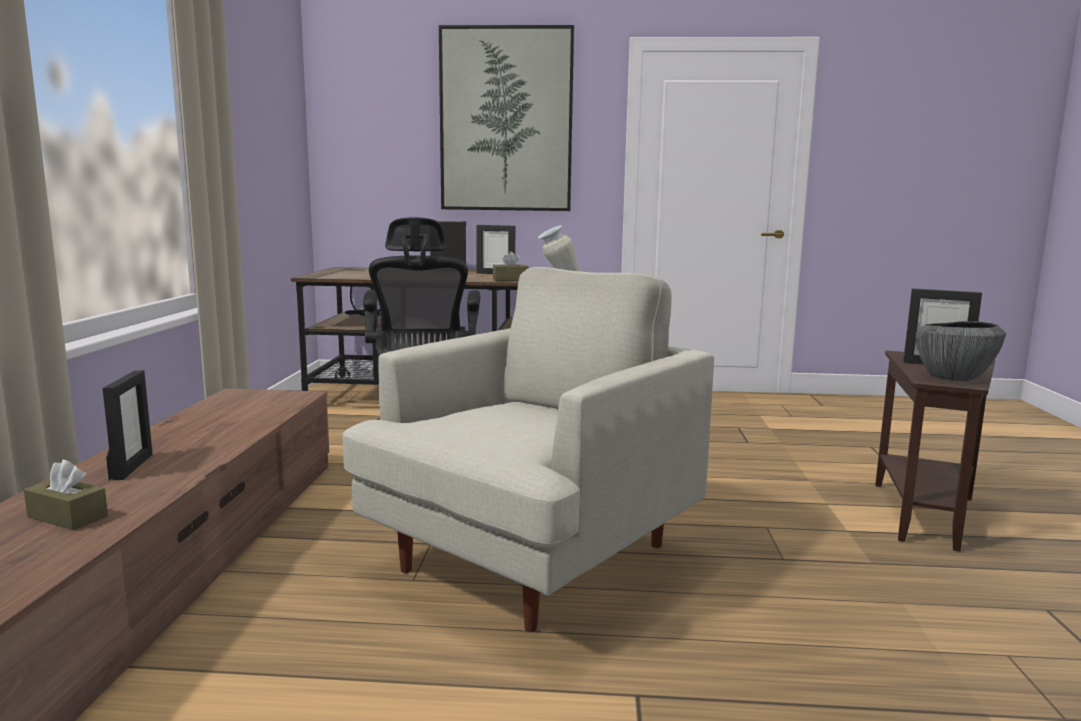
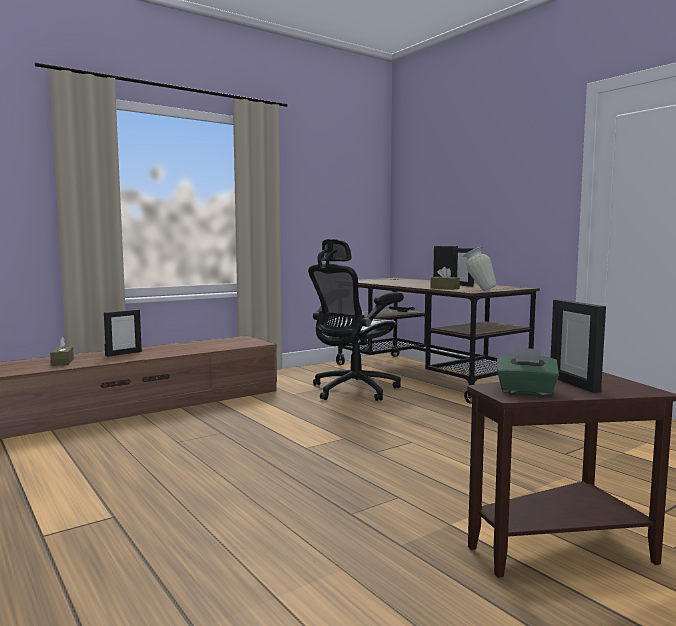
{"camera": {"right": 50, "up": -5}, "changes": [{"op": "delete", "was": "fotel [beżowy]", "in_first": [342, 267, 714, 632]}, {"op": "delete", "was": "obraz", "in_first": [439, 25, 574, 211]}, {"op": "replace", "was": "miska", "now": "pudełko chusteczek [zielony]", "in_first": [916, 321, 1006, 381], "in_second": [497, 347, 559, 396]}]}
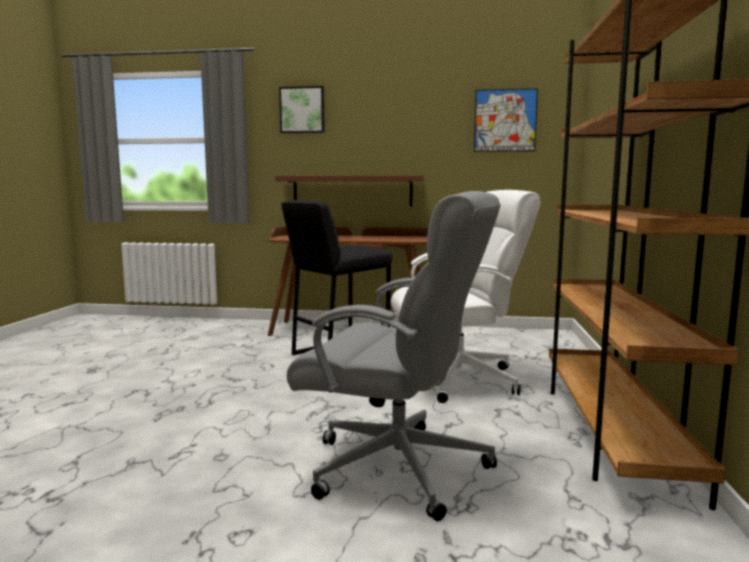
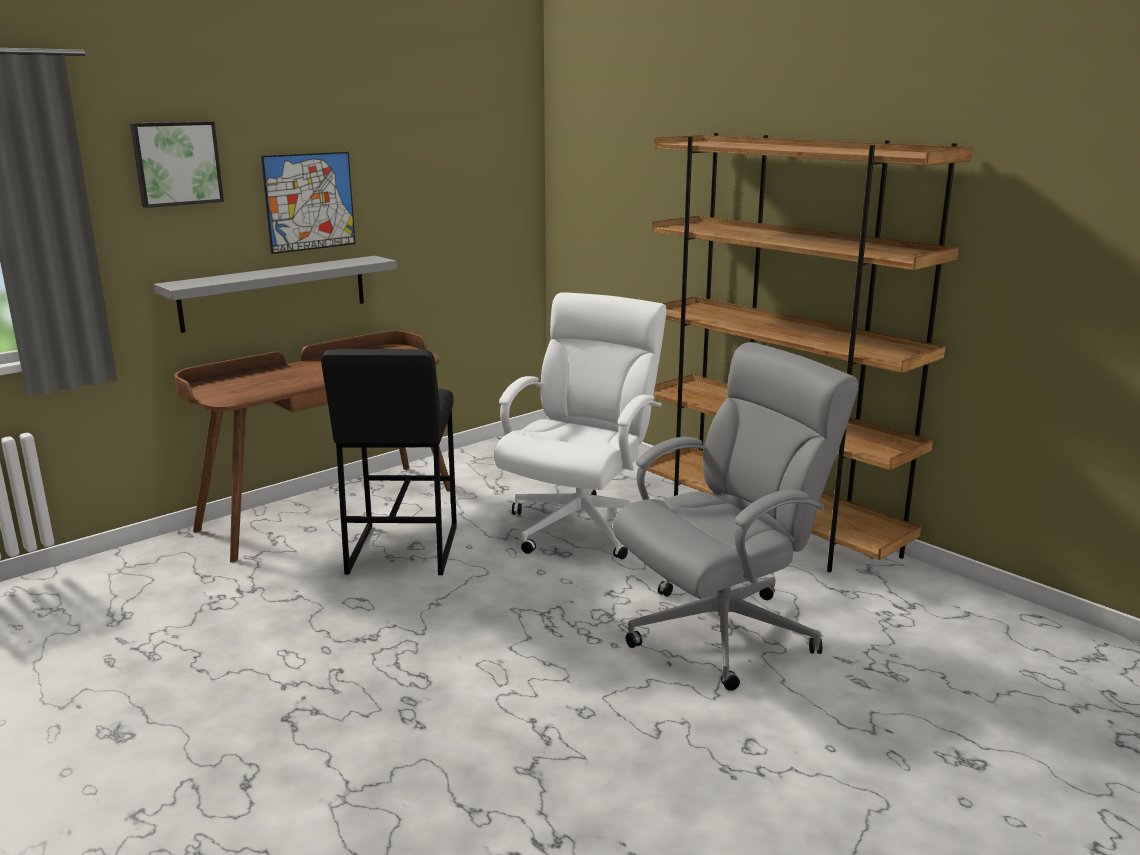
{"camera": {"right": -50, "up": 10}, "changes": [{"op": "move", "was": "obraz", "in_first": [474, 88, 538, 152], "in_second": [261, 152, 356, 254]}, {"op": "recolor", "was": "półka [brązowy]", "now": "półka [szary]", "in_first": [275, 175, 424, 207], "in_second": [154, 256, 397, 333]}]}
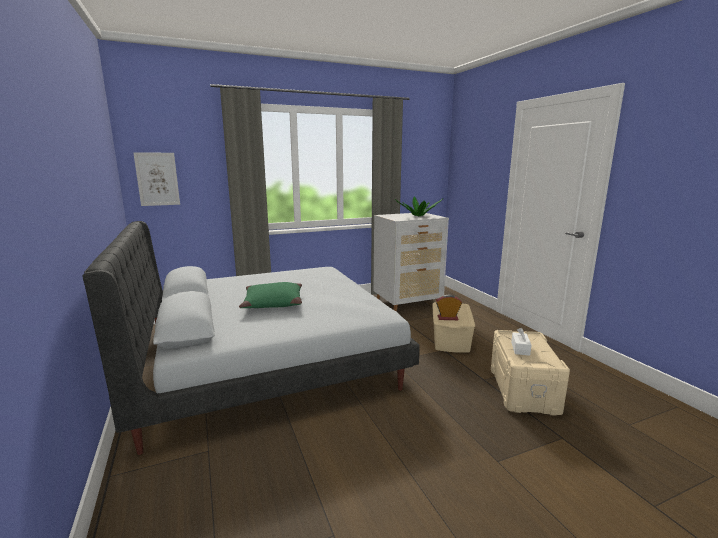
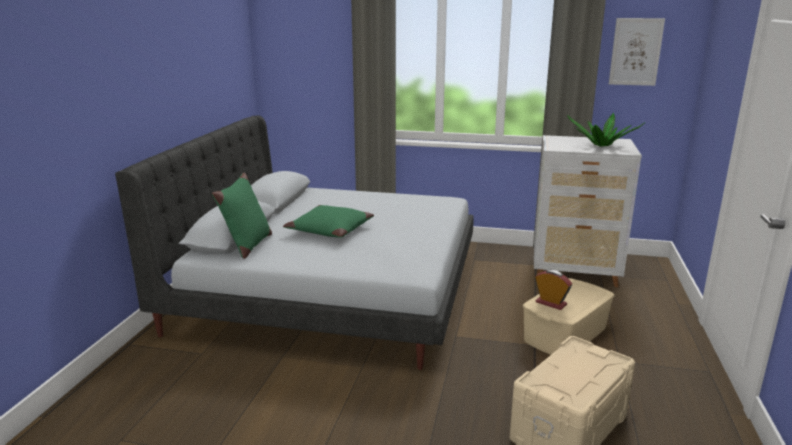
{"camera": {"right": 35, "up": 5}, "changes": [{"op": "delete", "was": "pudełko chusteczek [biały]", "in_first": [511, 328, 532, 356]}, {"op": "insert", "now": "poduszka [zielony]", "in_second": [212, 173, 272, 259]}, {"op": "move", "was": "obraz", "in_first": [133, 152, 180, 206], "in_second": [609, 18, 665, 86]}]}
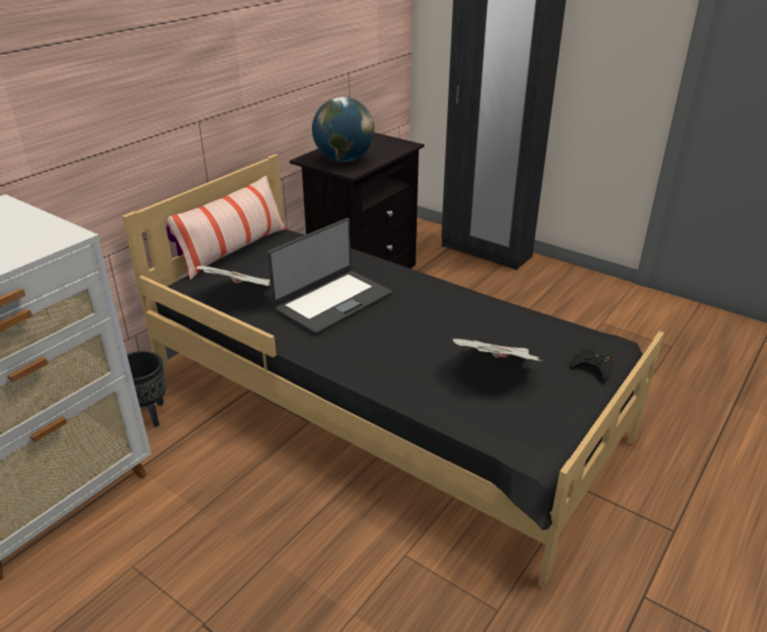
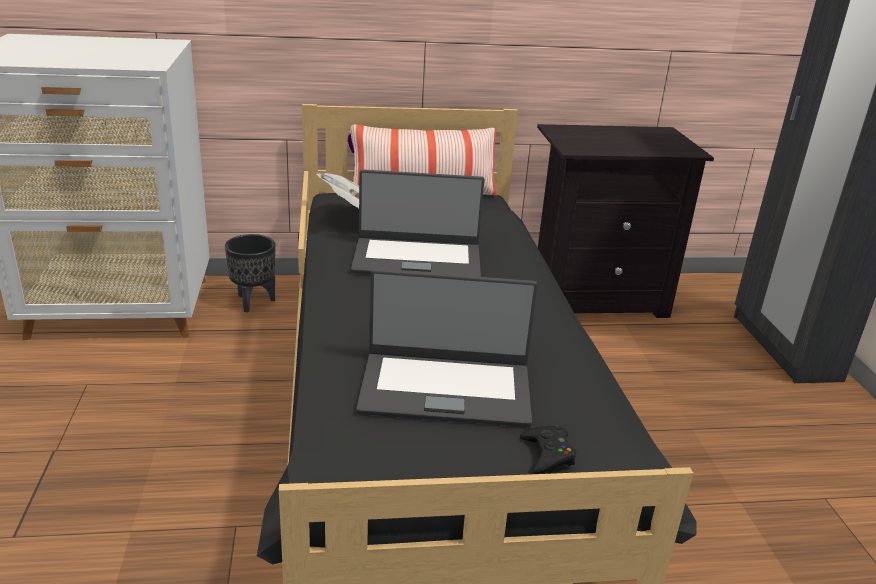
{"camera": {"right": 45, "up": -5}, "changes": [{"op": "delete", "was": "globus", "in_first": [312, 97, 375, 162]}, {"op": "replace", "was": "gazeta", "now": "laptop", "in_first": [452, 339, 542, 361], "in_second": [356, 269, 538, 427]}]}
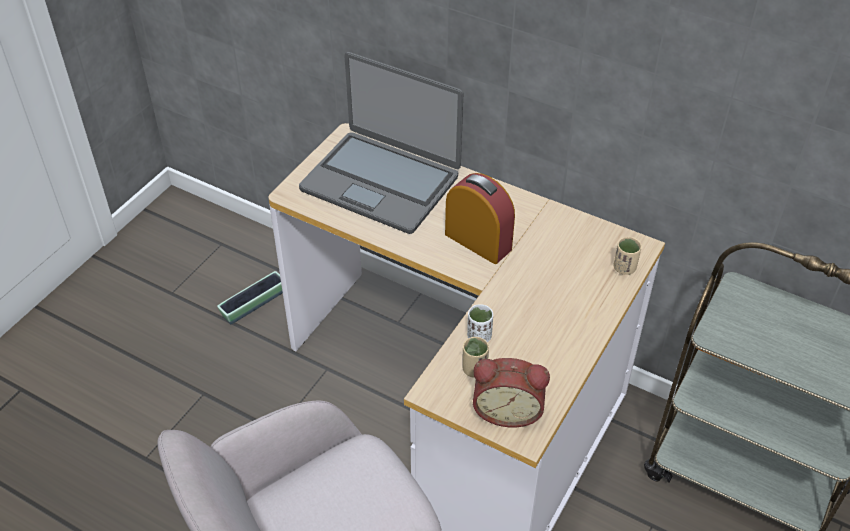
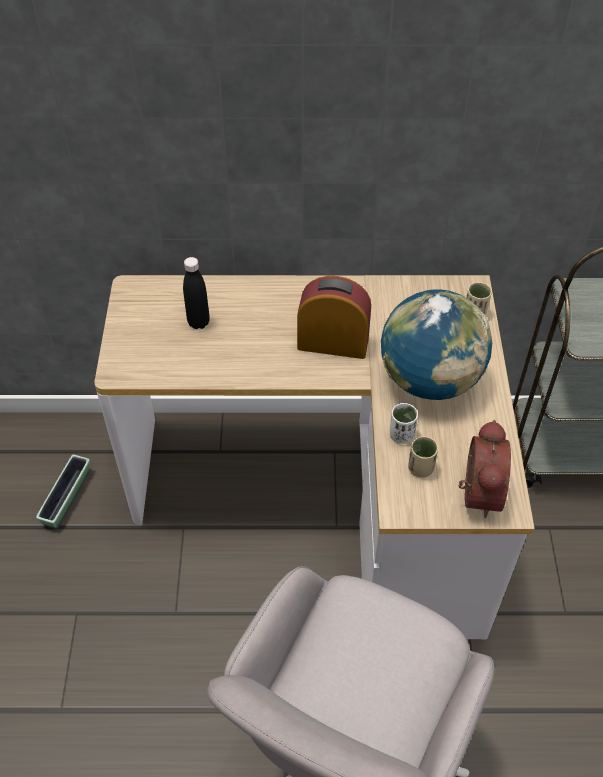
{"camera": {"right": -30, "up": 5}, "changes": [{"op": "insert", "now": "globus", "in_second": [381, 289, 492, 400]}, {"op": "replace", "was": "laptop", "now": "butelka [czarny]", "in_first": [299, 52, 463, 234], "in_second": [183, 257, 210, 329]}, {"op": "rotate", "was": "budzik", "in_first": [473, 358, 550, 427], "in_second": [458, 420, 511, 518], "clockwise": -60}]}
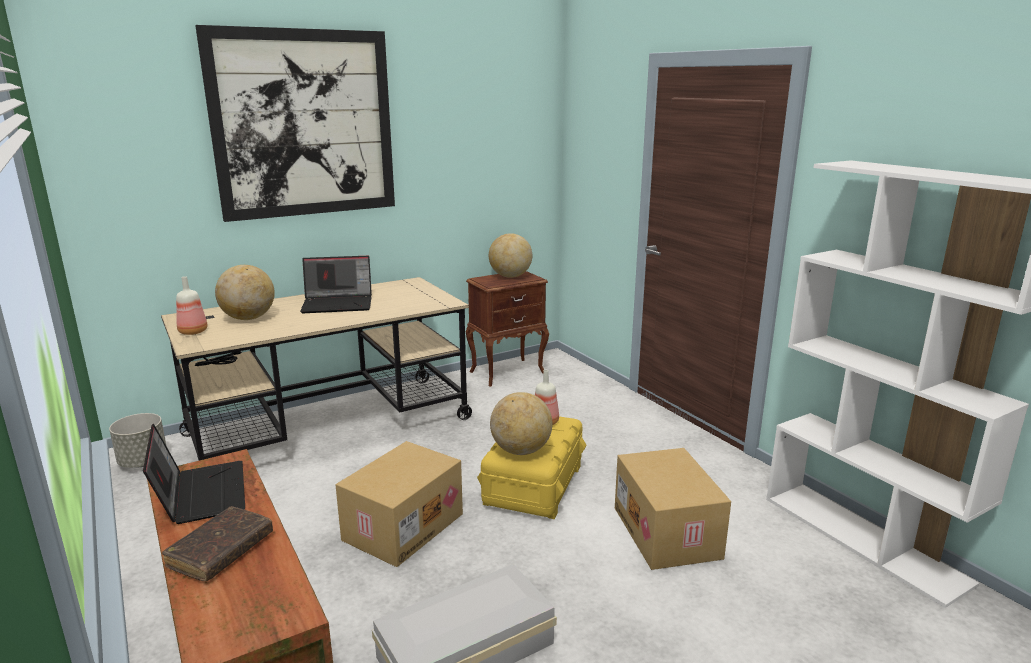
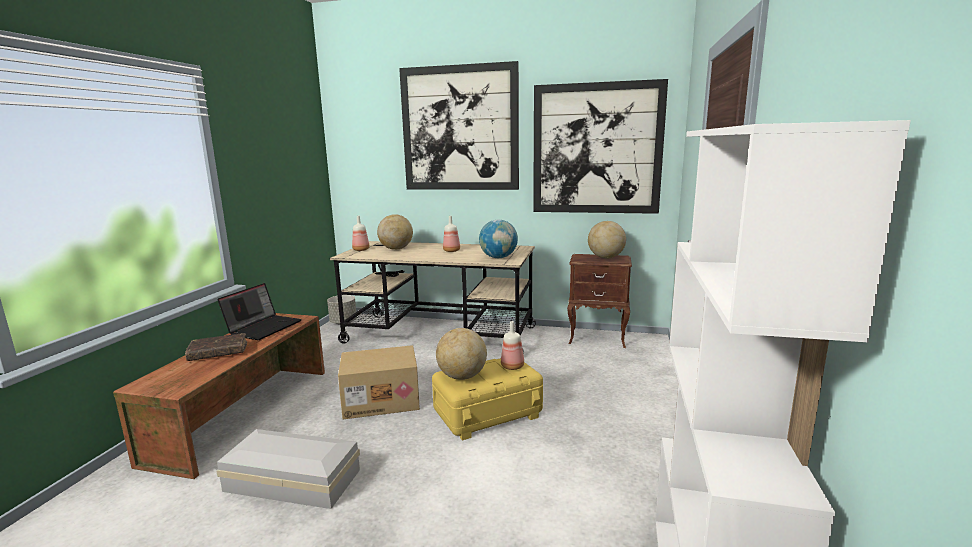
{"camera": {"right": 45, "up": -5}, "changes": [{"op": "delete", "was": "karton", "in_first": [615, 448, 731, 570]}, {"op": "insert", "now": "globus", "in_second": [479, 220, 518, 258]}, {"op": "insert", "now": "obraz", "in_second": [533, 79, 668, 214]}, {"op": "replace", "was": "laptop", "now": "butelka", "in_first": [300, 256, 372, 313], "in_second": [443, 216, 460, 252]}]}
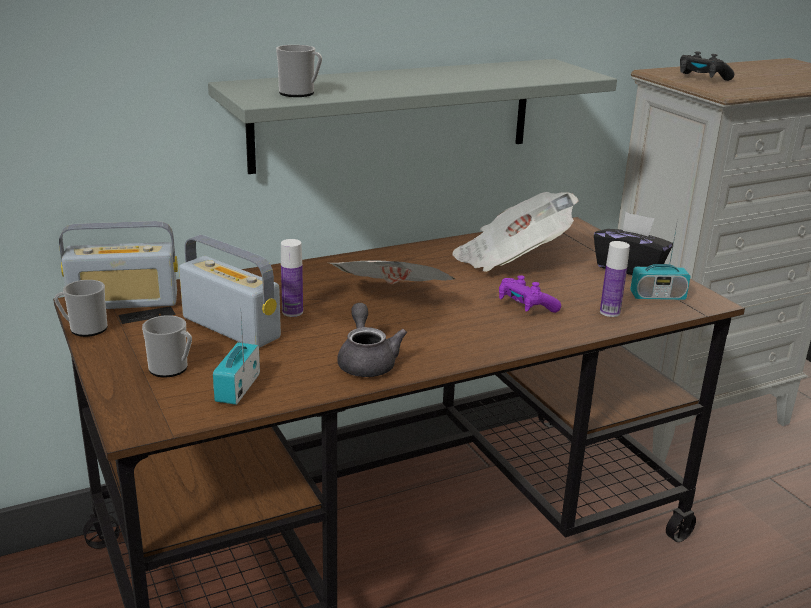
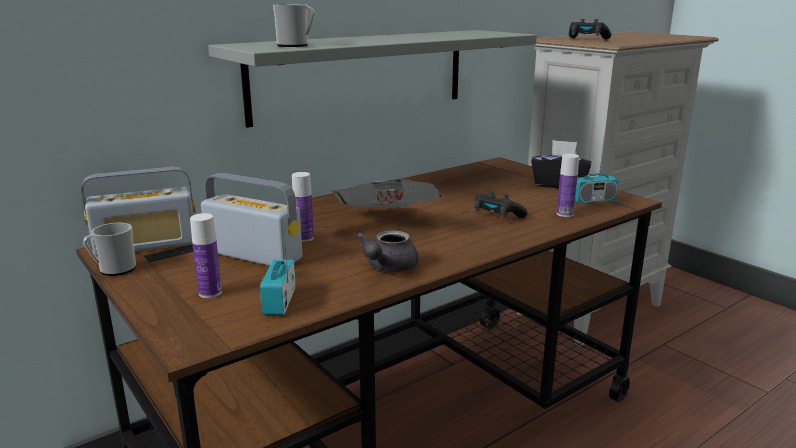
{"camera": {"right": -10, "up": -5}, "changes": [{"op": "delete", "was": "gazeta", "in_first": [452, 192, 579, 272]}, {"op": "replace", "was": "kubek", "now": "butelka", "in_first": [142, 315, 192, 378], "in_second": [190, 213, 222, 298]}, {"op": "recolor", "was": "pad do gier [fioletowy]", "now": "pad do gier [czarny]", "in_first": [499, 275, 561, 313], "in_second": [474, 191, 528, 218]}, {"op": "rotate", "was": "imbryk [szary]", "in_first": [337, 303, 407, 377], "in_second": [356, 230, 419, 272], "clockwise": -135}]}
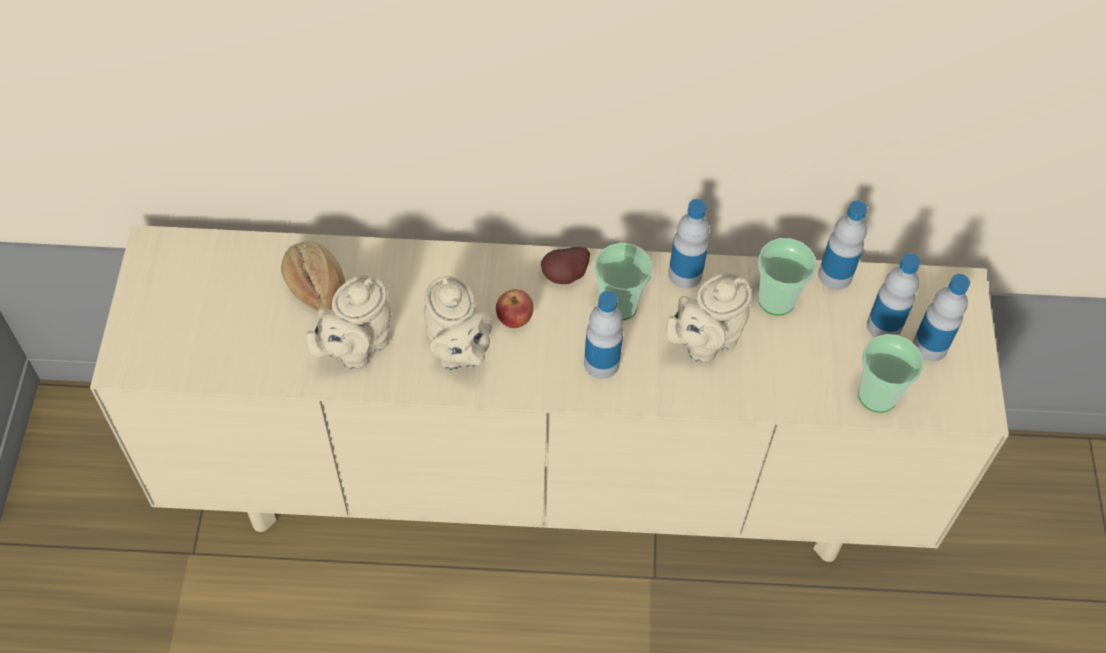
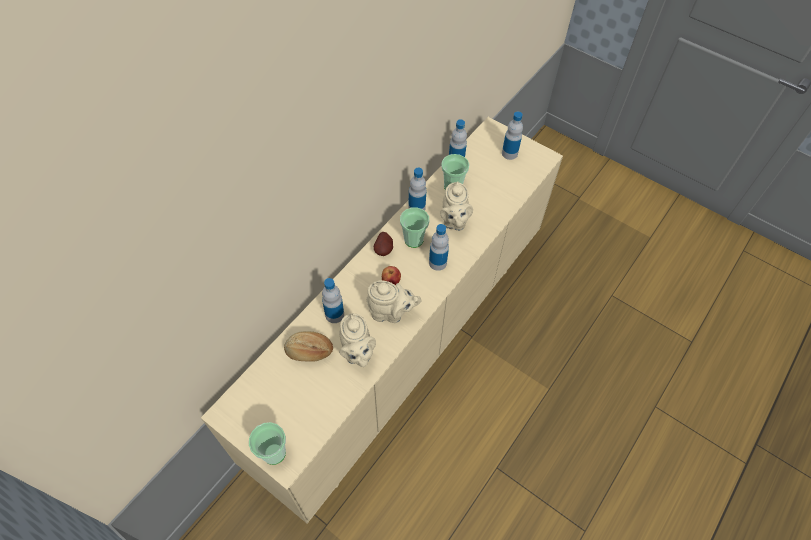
{"camera": {"right": -55, "up": 0}, "changes": [{"op": "move", "was": "filiżanka", "in_first": [858, 334, 923, 413], "in_second": [249, 422, 286, 465]}, {"op": "move", "was": "butelka", "in_first": [867, 253, 920, 338], "in_second": [322, 278, 344, 323]}]}
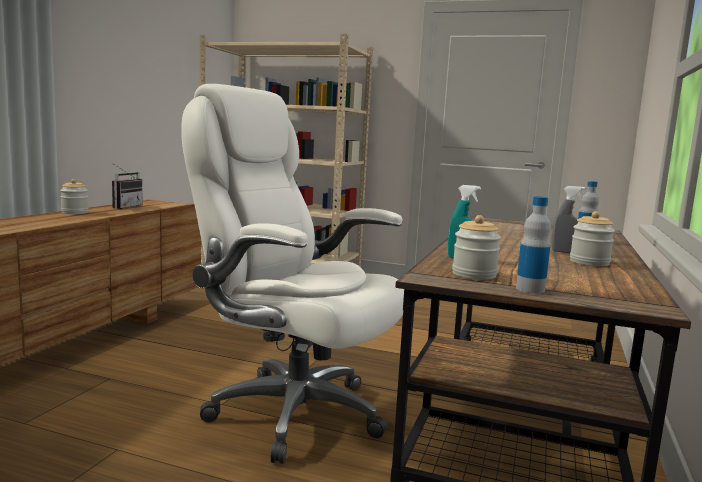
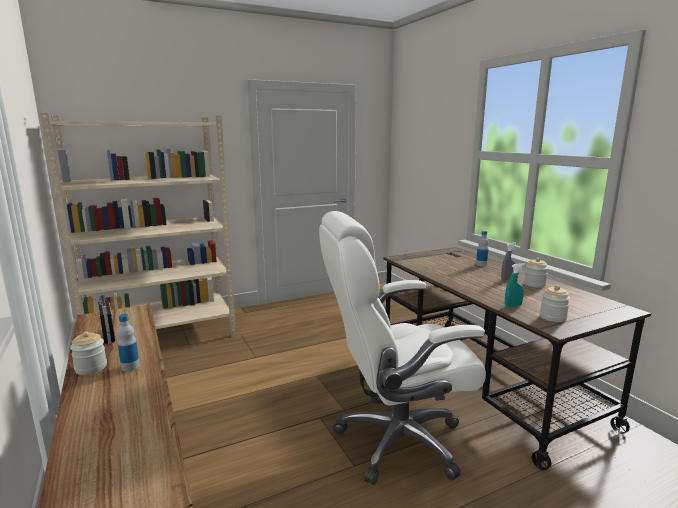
{"camera": {"right": -45, "up": 5}, "changes": [{"op": "move", "was": "butelka", "in_first": [516, 196, 551, 294], "in_second": [117, 314, 140, 371]}]}
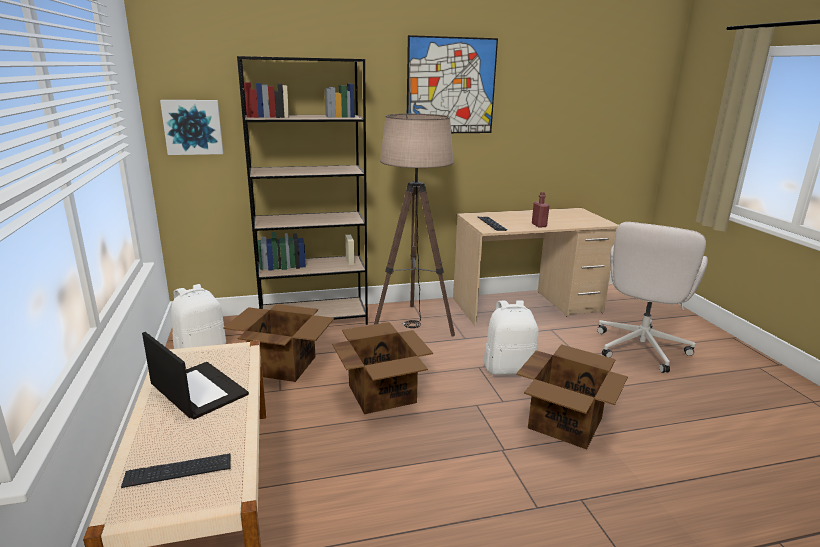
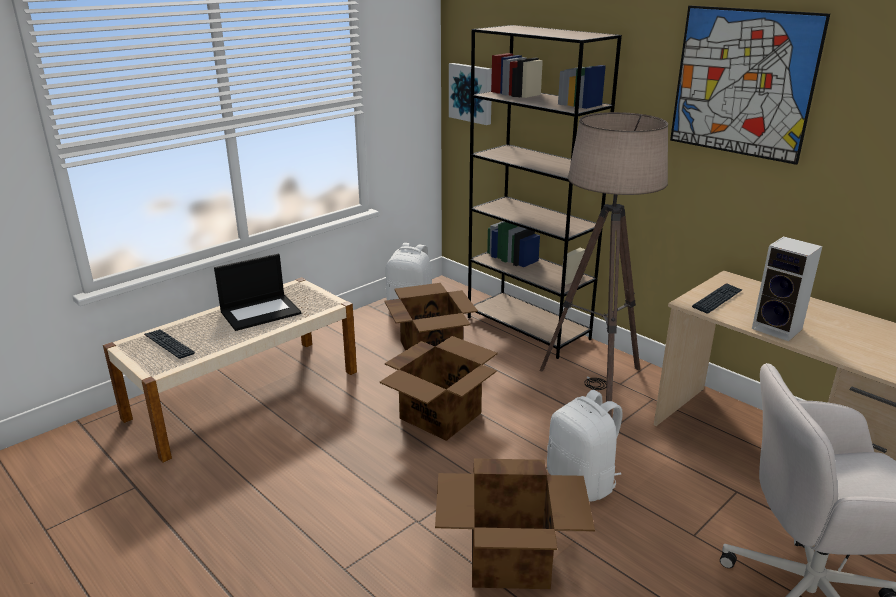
{"camera": {"right": 60, "up": 5}, "changes": [{"op": "replace", "was": "butelka [czerwony]", "now": "głośnik", "in_first": [532, 192, 549, 228], "in_second": [752, 236, 822, 341]}, {"op": "rotate", "was": "laptop", "in_first": [142, 332, 249, 420], "in_second": [214, 254, 301, 331], "clockwise": 45}]}
